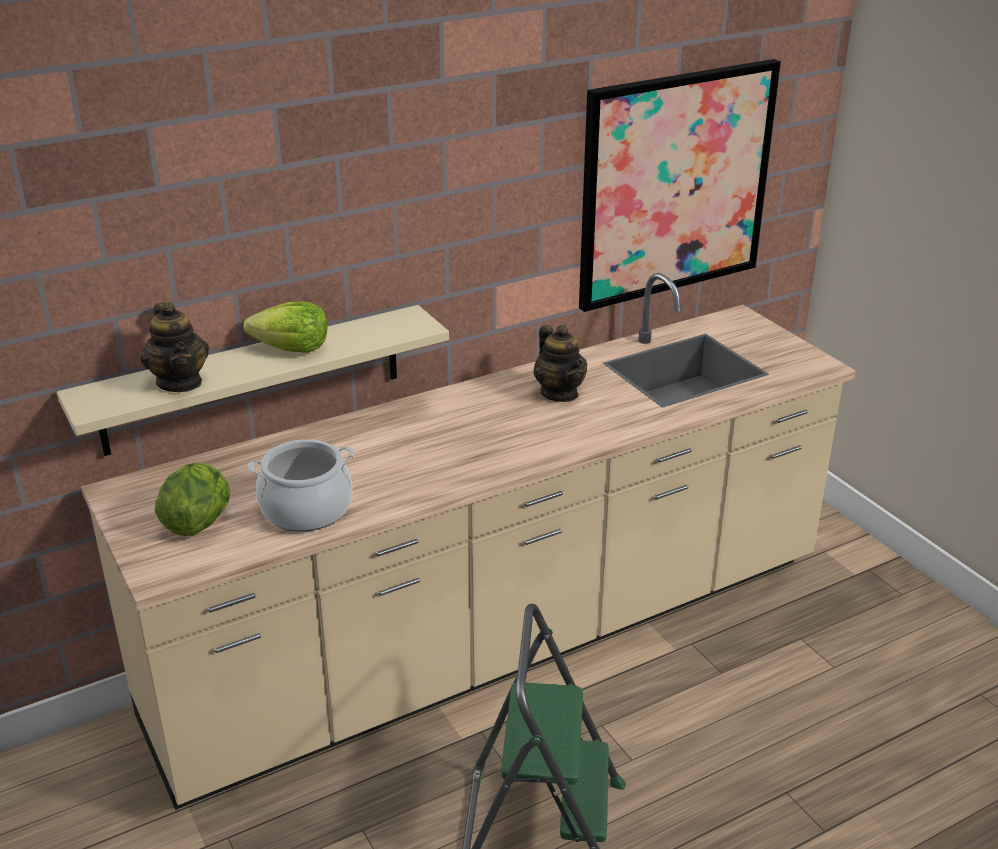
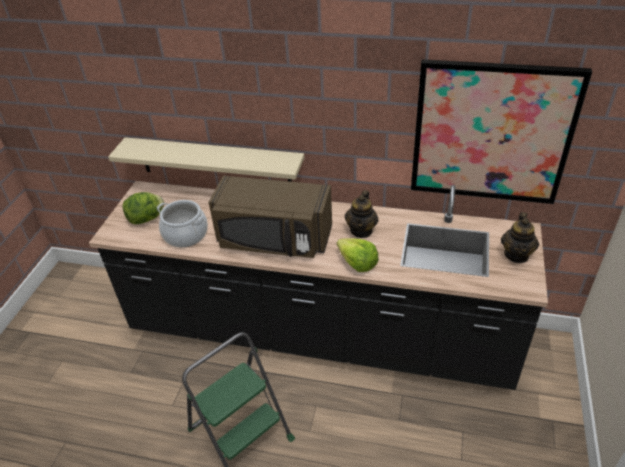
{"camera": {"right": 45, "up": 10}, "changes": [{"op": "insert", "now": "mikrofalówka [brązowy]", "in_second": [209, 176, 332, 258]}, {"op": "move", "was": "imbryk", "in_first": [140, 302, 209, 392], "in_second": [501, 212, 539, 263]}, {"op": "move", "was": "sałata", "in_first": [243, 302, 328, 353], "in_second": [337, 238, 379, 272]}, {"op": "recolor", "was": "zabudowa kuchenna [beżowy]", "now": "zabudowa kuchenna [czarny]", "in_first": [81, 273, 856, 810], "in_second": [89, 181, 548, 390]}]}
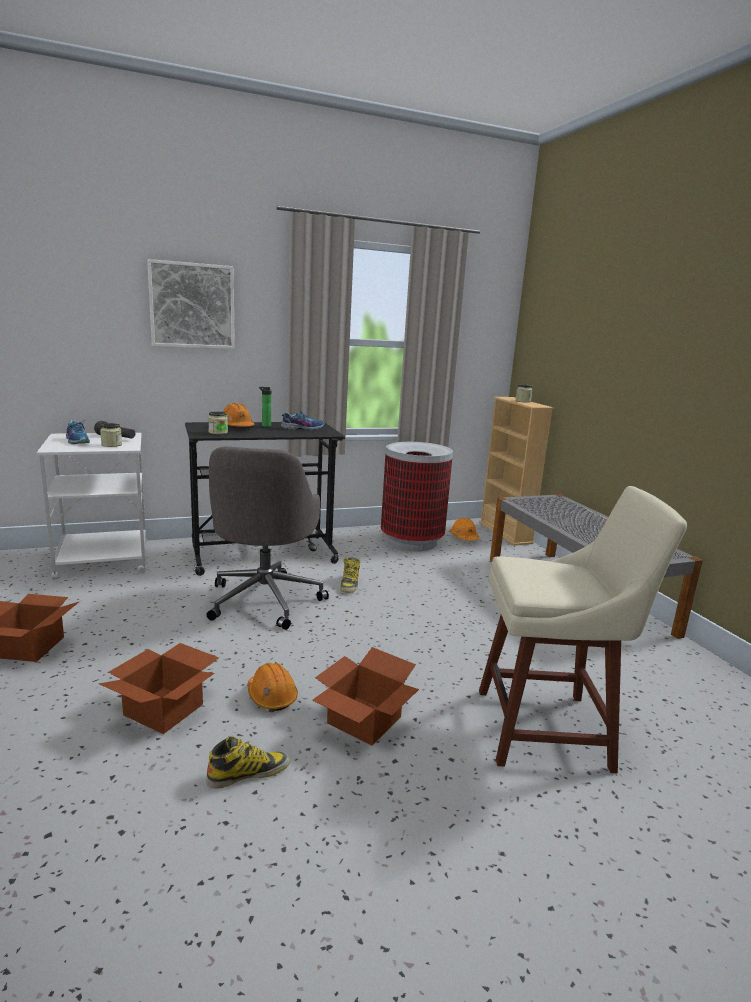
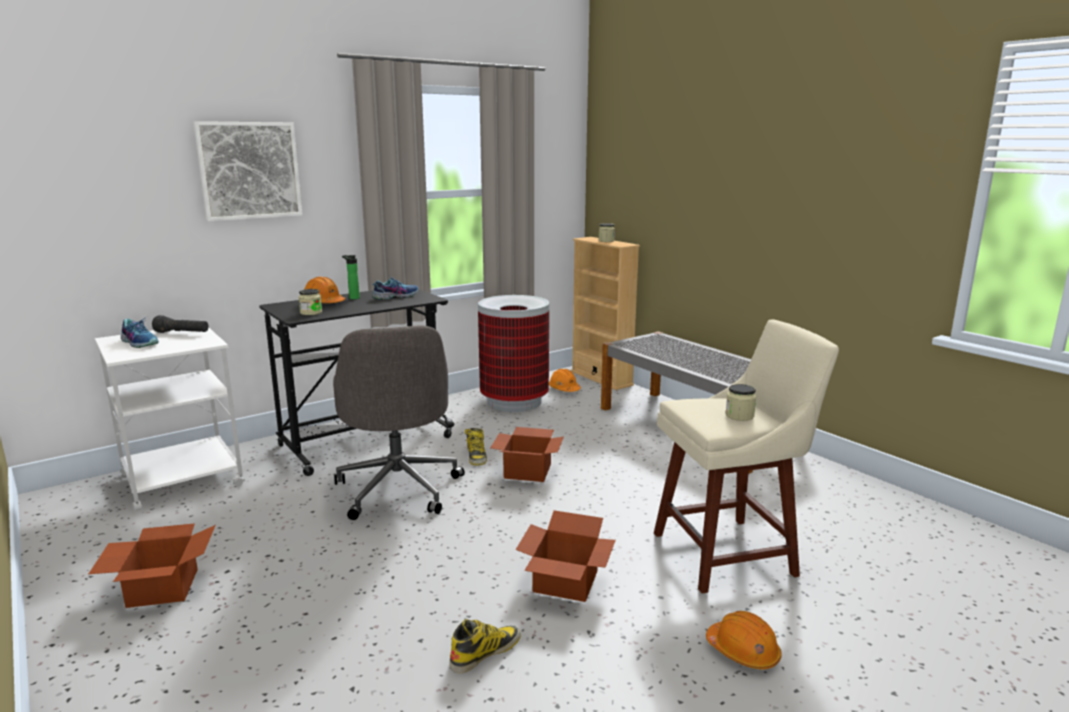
{"camera": {"right": -15, "up": 0}, "changes": [{"op": "move", "was": "karton", "in_first": [99, 643, 219, 734], "in_second": [490, 427, 564, 482]}, {"op": "move", "was": "słoik", "in_first": [100, 423, 122, 447], "in_second": [725, 384, 756, 421]}, {"op": "move", "was": "kask [pomarańczowy]", "in_first": [247, 663, 298, 711], "in_second": [706, 611, 782, 669]}]}
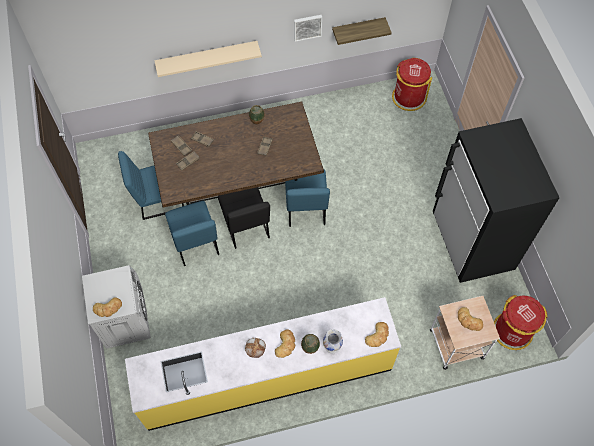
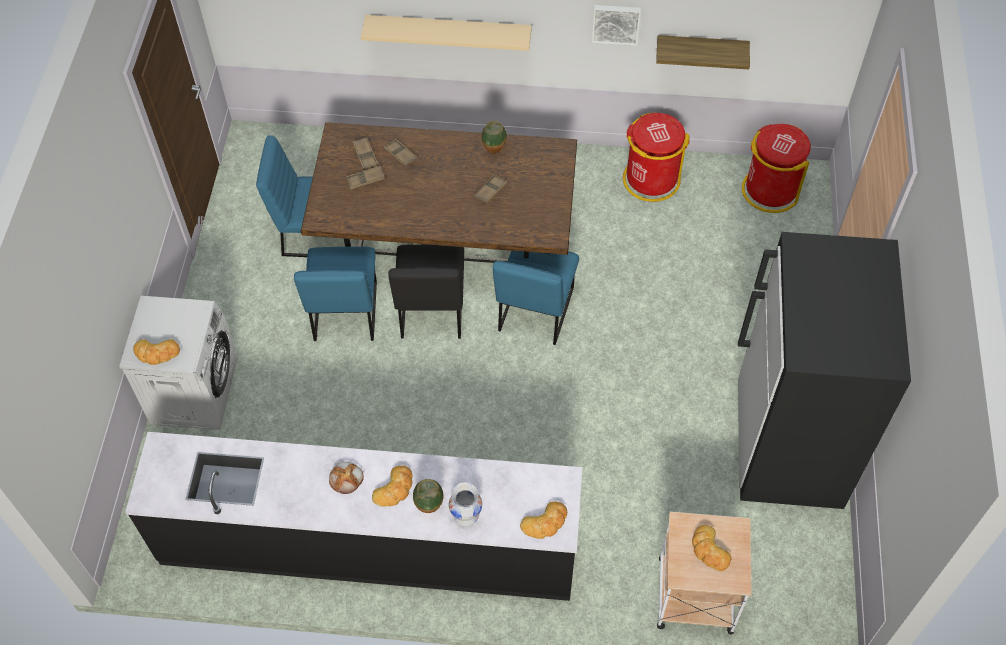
{"camera": {"right": 20, "up": -5}, "changes": [{"op": "move", "was": "kosz na śmieci [czerwony]", "in_first": [494, 295, 548, 350], "in_second": [623, 112, 690, 202]}, {"op": "recolor", "was": "zabudowa kuchenna [żółty]", "now": "zabudowa kuchenna [czarny]", "in_first": [125, 297, 401, 431], "in_second": [125, 432, 582, 601]}]}
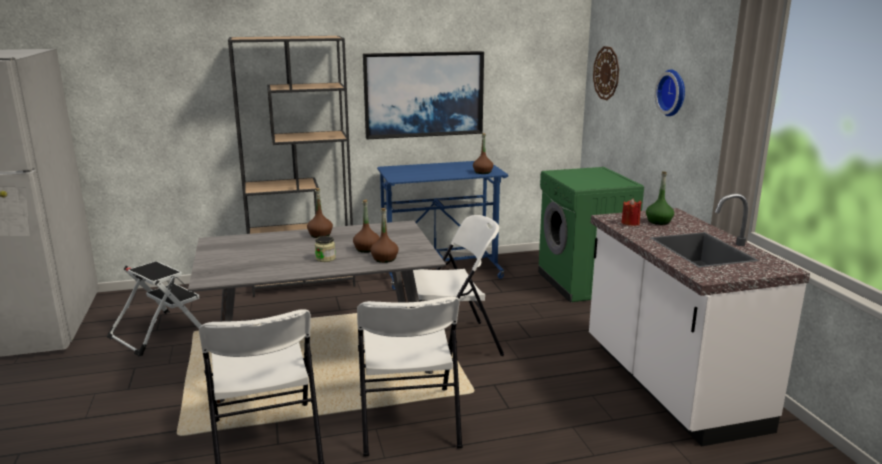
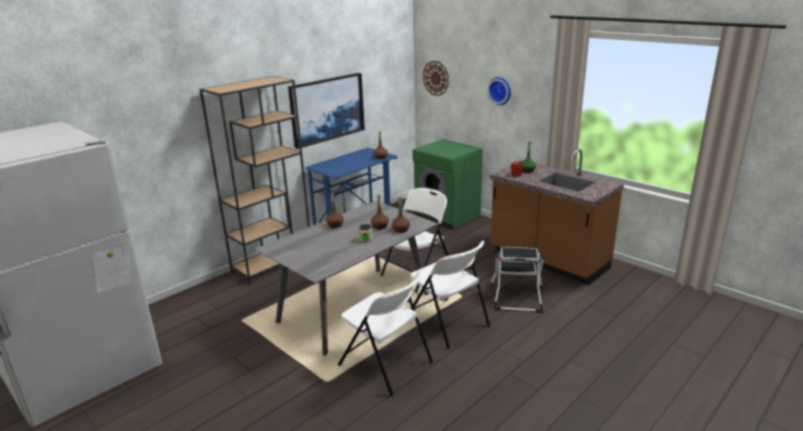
{"camera": {"right": -30, "up": 5}, "changes": [{"op": "move", "was": "drabinka", "in_first": [106, 261, 202, 357], "in_second": [490, 247, 544, 313]}, {"op": "recolor", "was": "zabudowa kuchenna [biały]", "now": "zabudowa kuchenna [brązowy]", "in_first": [589, 193, 810, 446], "in_second": [490, 149, 624, 285]}]}
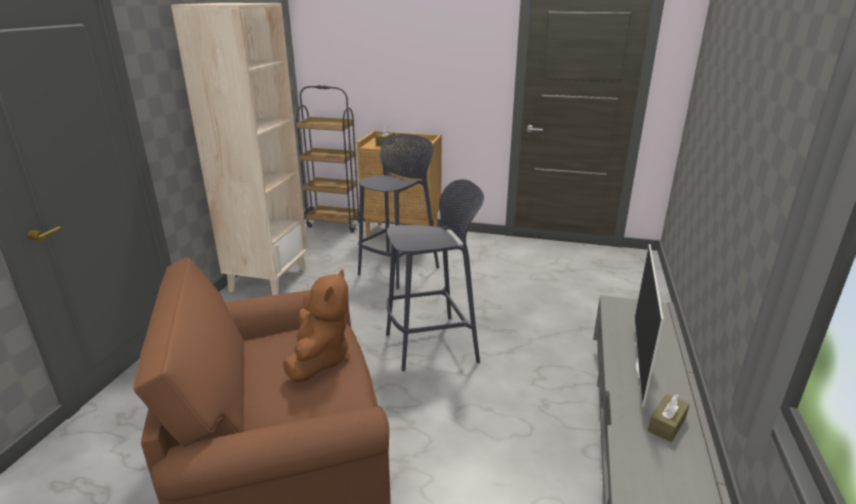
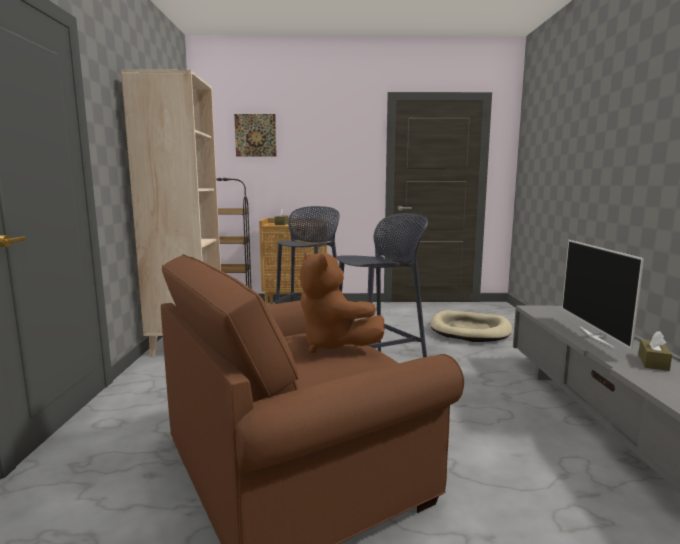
{"camera": {"right": -15, "up": -15}, "changes": [{"op": "insert", "now": "obraz", "in_second": [234, 114, 277, 156]}, {"op": "insert", "now": "legowisko [beżowy]", "in_second": [430, 310, 512, 342]}, {"op": "rotate", "was": "pluszak [brązowy]", "in_first": [283, 269, 350, 383], "in_second": [300, 252, 384, 353], "clockwise": 150}]}
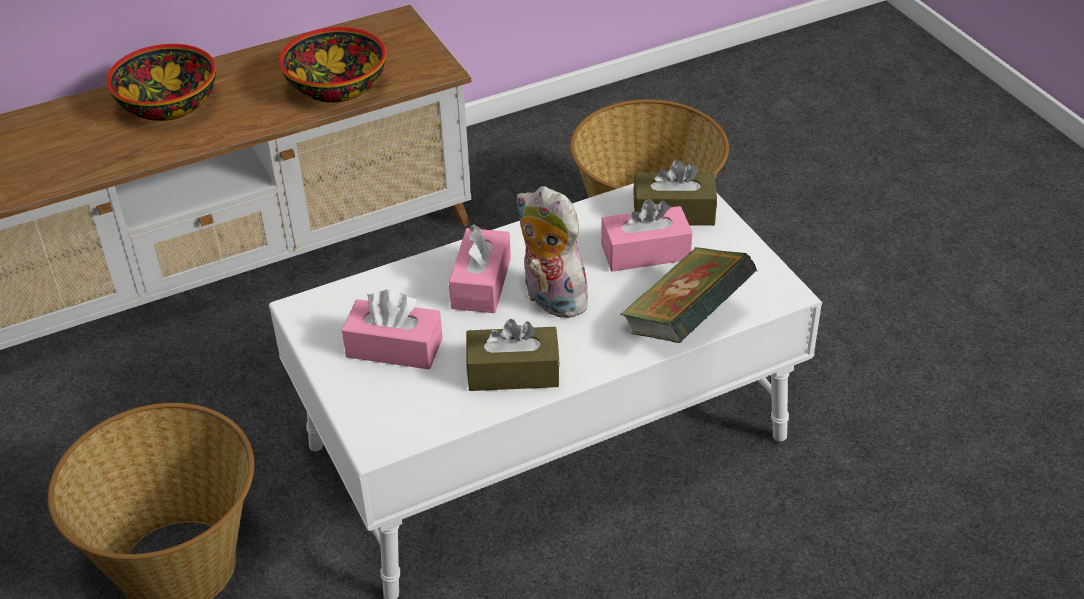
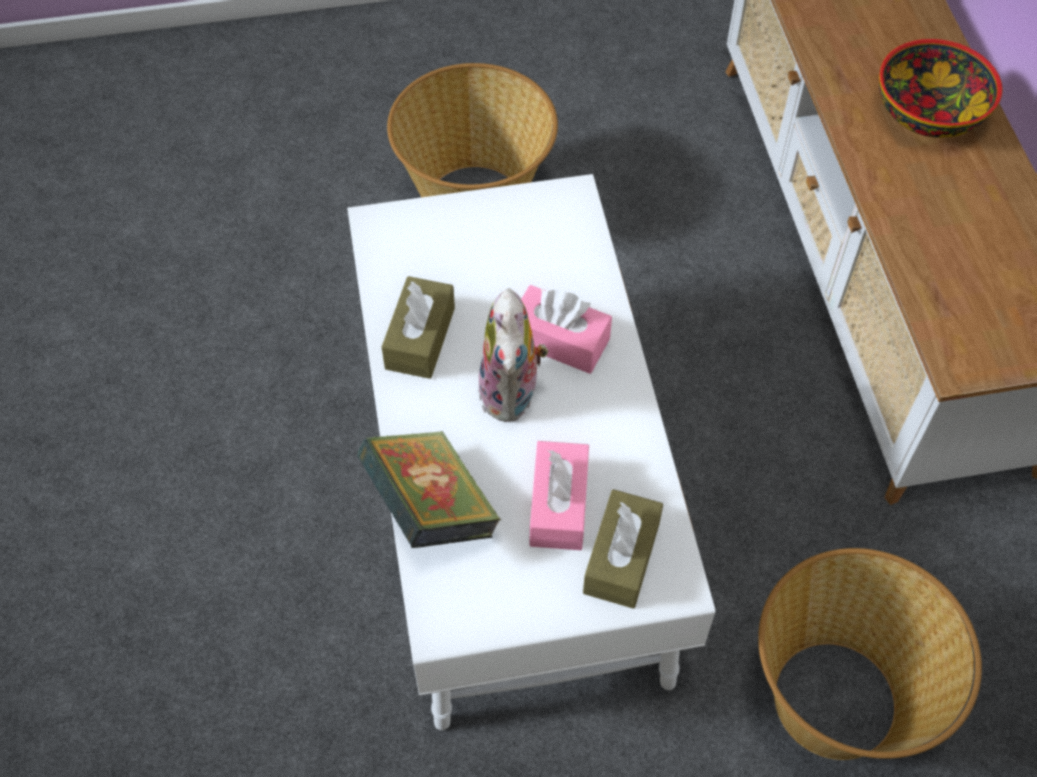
{"camera": {"right": 105, "up": 15}, "changes": [{"op": "delete", "was": "miska", "in_first": [279, 27, 386, 103]}, {"op": "delete", "was": "pudełko chusteczek [różowy]", "in_first": [342, 290, 443, 370]}, {"op": "rotate", "was": "pluszak", "in_first": [516, 186, 596, 318], "in_second": [478, 288, 548, 422], "clockwise": 120}]}
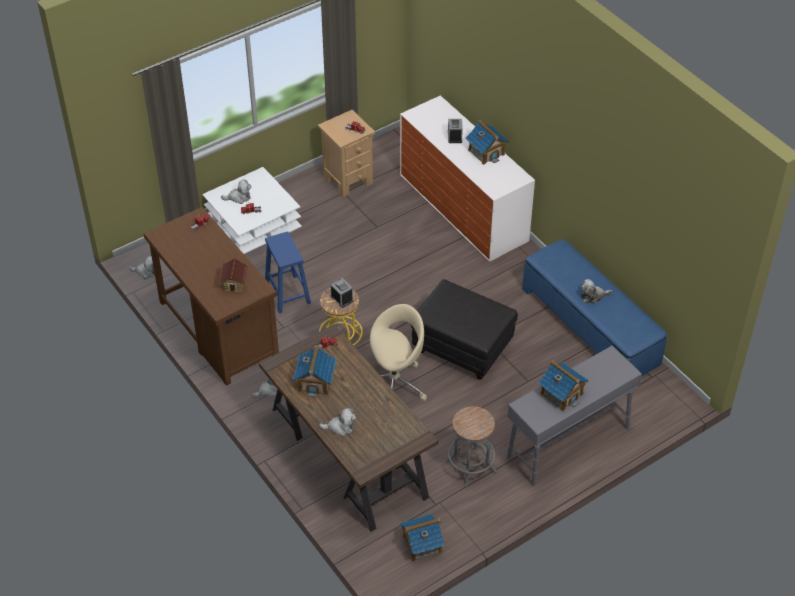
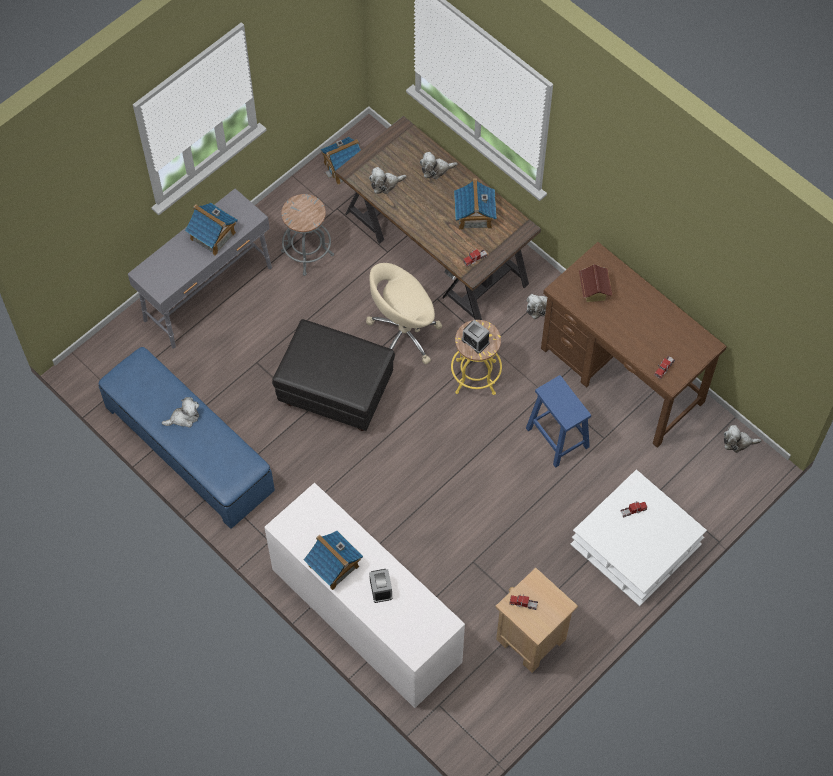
{"camera": {"right": 170, "up": 15}, "changes": [{"op": "move", "was": "pluszak", "in_first": [221, 179, 251, 204], "in_second": [369, 167, 407, 194]}]}
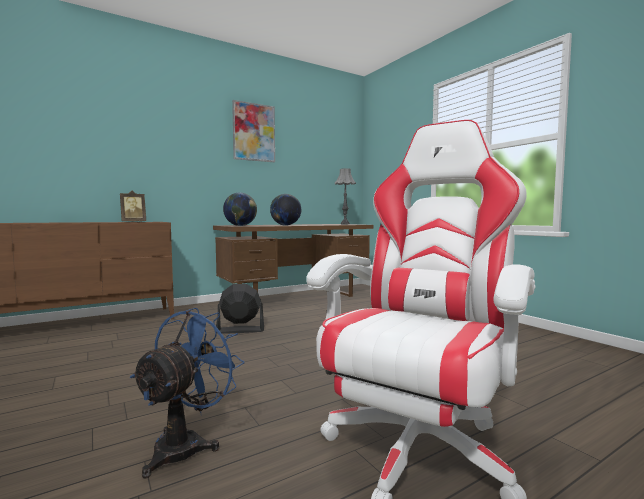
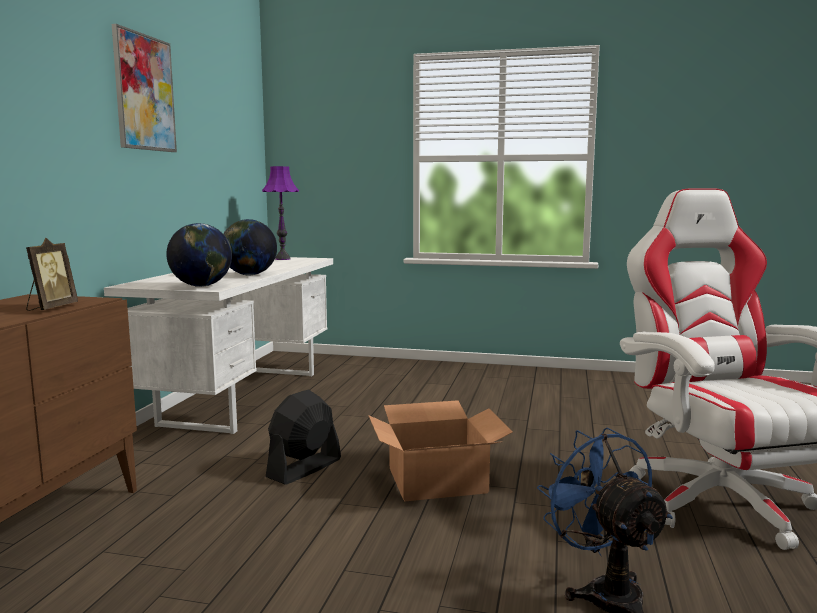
{"camera": {"right": -45, "up": 5}, "changes": [{"op": "insert", "now": "karton", "in_second": [368, 400, 512, 502]}, {"op": "recolor", "was": "biurko [brązowy]", "now": "biurko [biały]", "in_first": [213, 224, 373, 297], "in_second": [104, 257, 333, 434]}, {"op": "recolor", "was": "lampa stołowa [szary]", "now": "lampa stołowa [fioletowy]", "in_first": [335, 168, 356, 224], "in_second": [262, 166, 299, 260]}]}
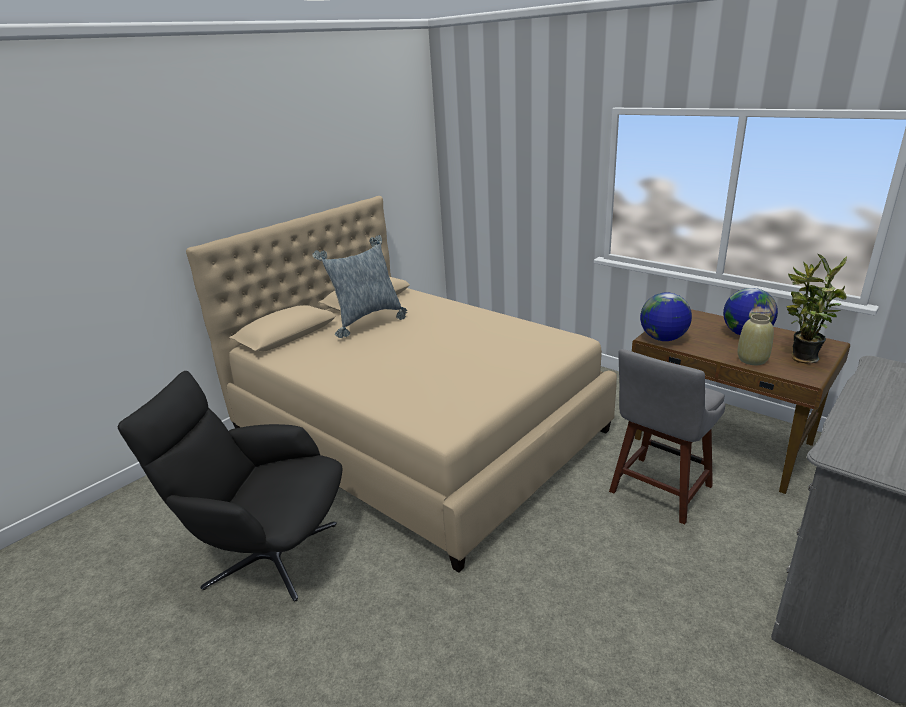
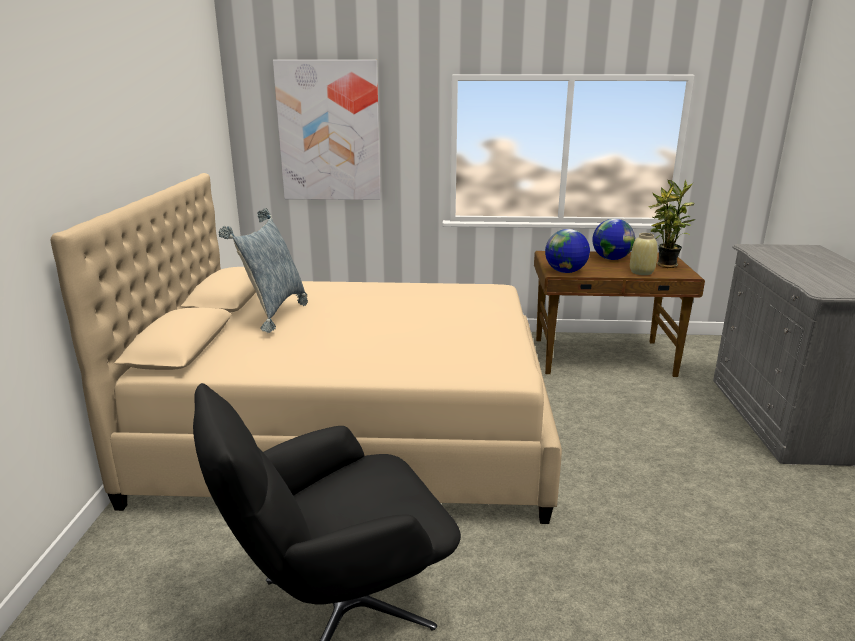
{"camera": {"right": -40, "up": -5}, "changes": [{"op": "delete", "was": "krzesło [szary]", "in_first": [609, 349, 725, 525]}, {"op": "insert", "now": "obraz", "in_second": [273, 60, 381, 200]}]}
